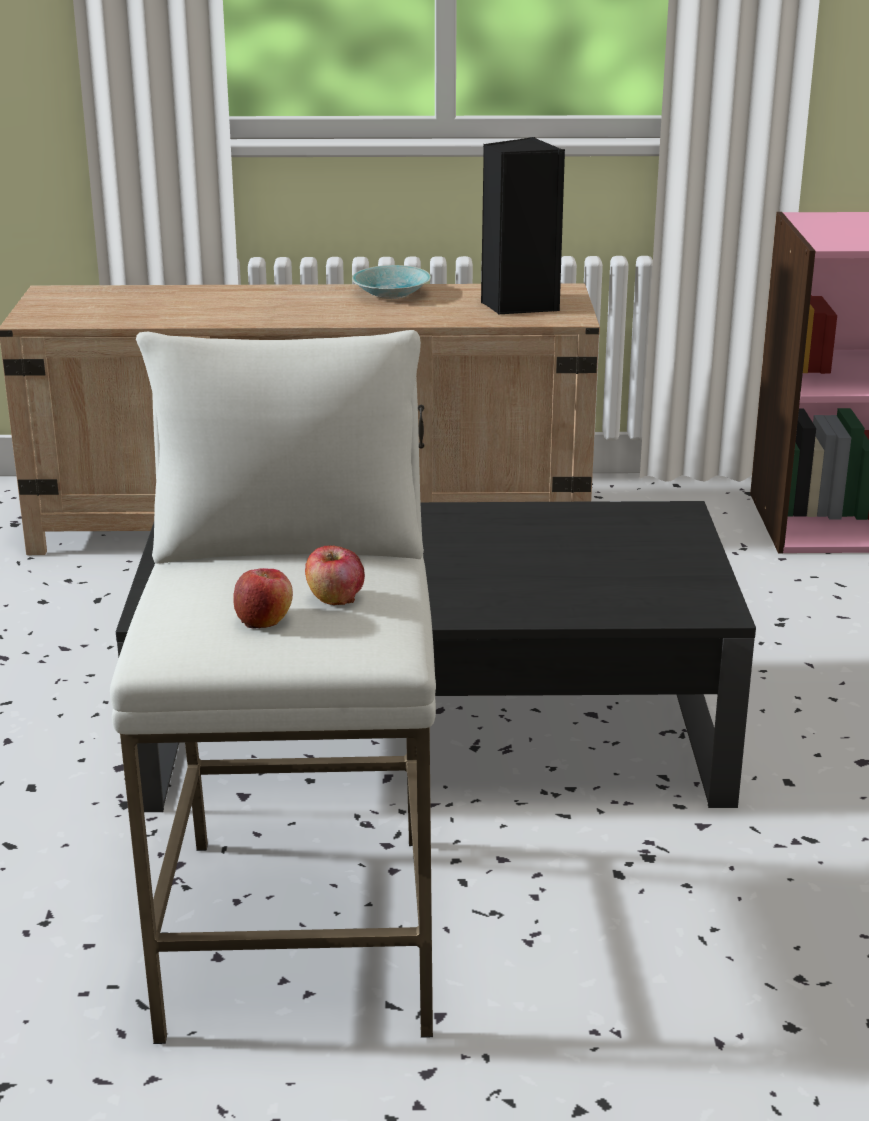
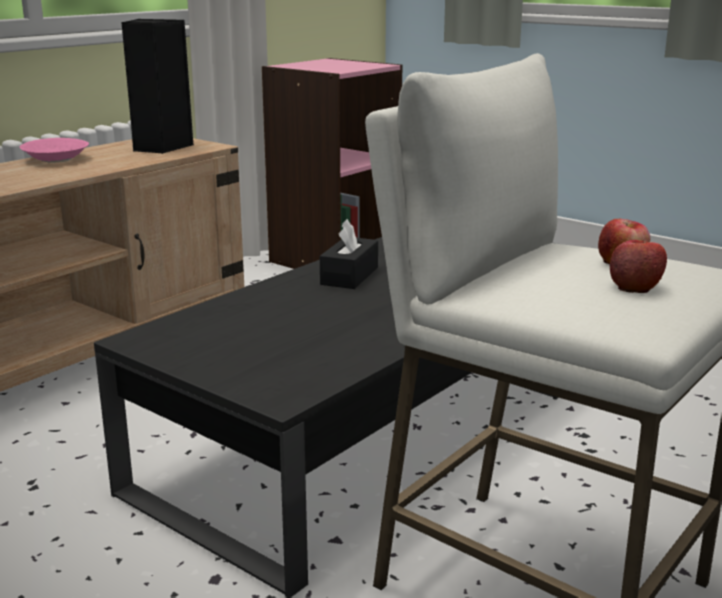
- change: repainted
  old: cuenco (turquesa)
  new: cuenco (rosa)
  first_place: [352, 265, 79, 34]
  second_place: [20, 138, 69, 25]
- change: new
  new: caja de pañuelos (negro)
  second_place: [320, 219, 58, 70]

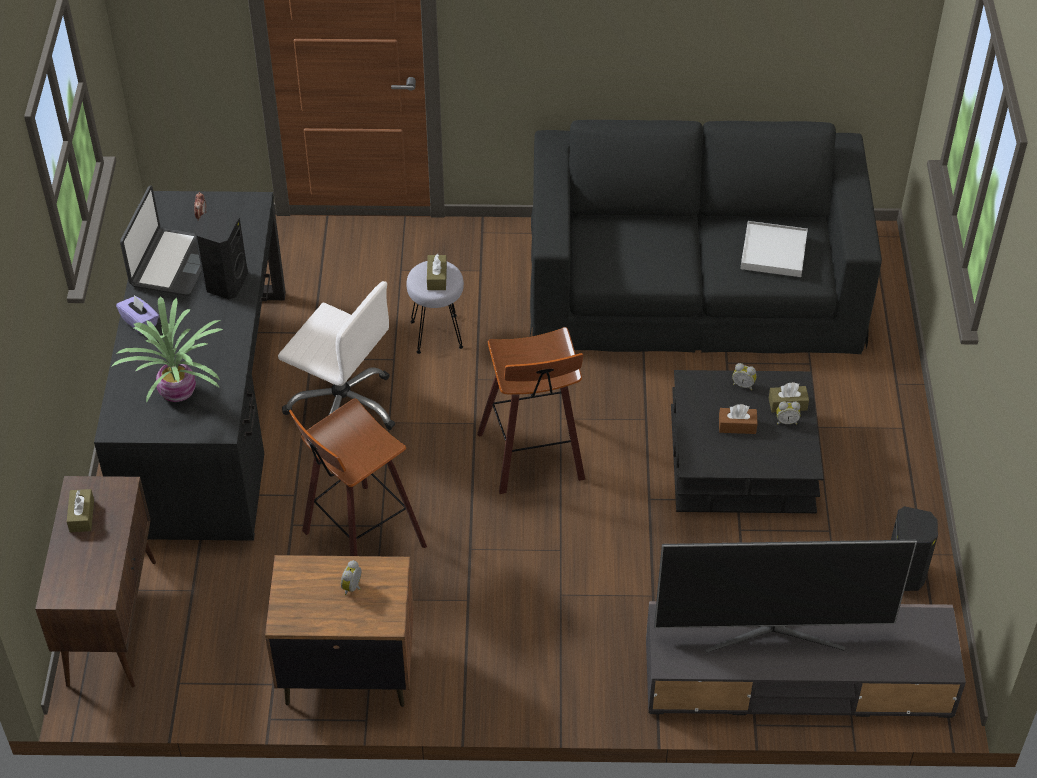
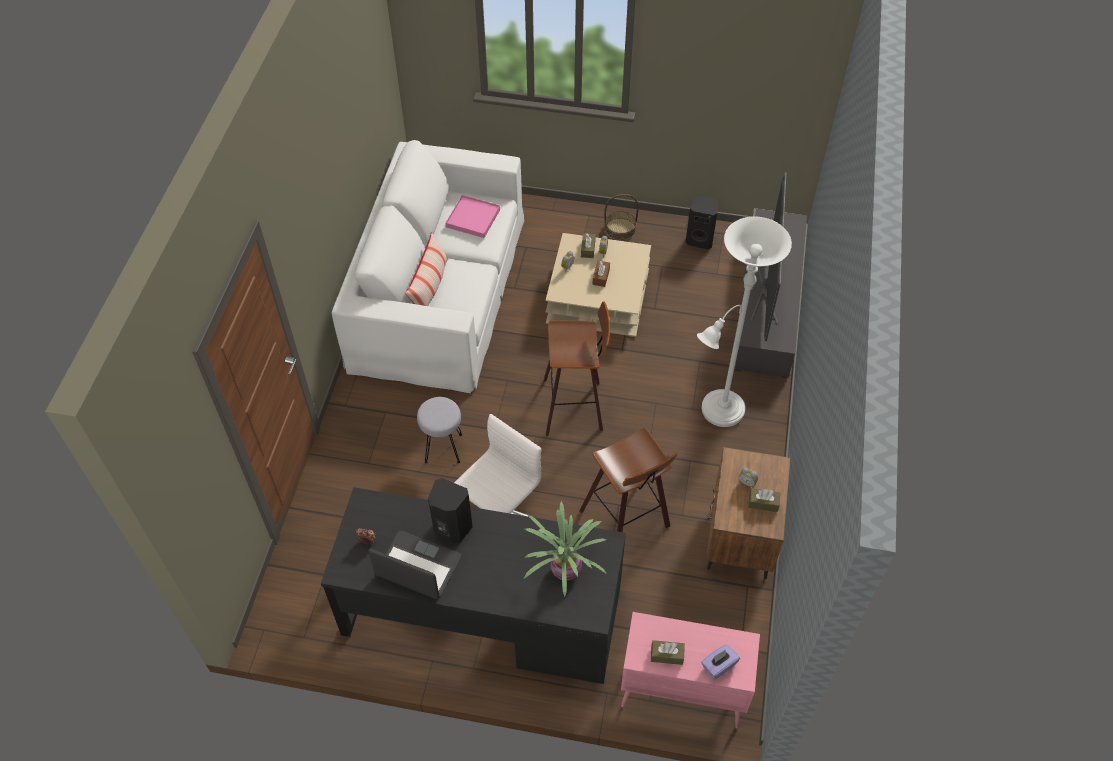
- change: repainted
  old: armario (marrón)
  new: armario (rosa)
  first_place: [35, 476, 121, 211]
  second_place: [621, 612, 139, 116]
- change: shifted
  old: caja de pañuelos (morado)
  first_place: [116, 295, 43, 39]
  second_place: [701, 644, 39, 36]
- change: shifted
  old: caja de pañuelos (marrón)
  first_place: [427, 253, 20, 37]
  second_place: [748, 488, 32, 24]
- change: repainted
  old: sofá (negro)
  new: sofá (blanco)
  first_place: [530, 120, 352, 234]
  second_place: [332, 140, 192, 253]
- change: repainted
  old: mesa de centro (negro)
  new: mesa de centro (beis)
  first_place: [671, 370, 152, 143]
  second_place: [545, 233, 106, 104]
- change: repainted
  old: bandeja (blanco)
  new: bandeja (rosa)
  first_place: [740, 221, 68, 56]
  second_place: [446, 195, 54, 43]
- change: new
  new: cojín
  second_place: [405, 232, 43, 74]
- change: new
  new: cesta
  second_place: [604, 194, 35, 47]
- change: new
  new: lámpara de pie (blanco)
  second_place: [697, 217, 95, 210]

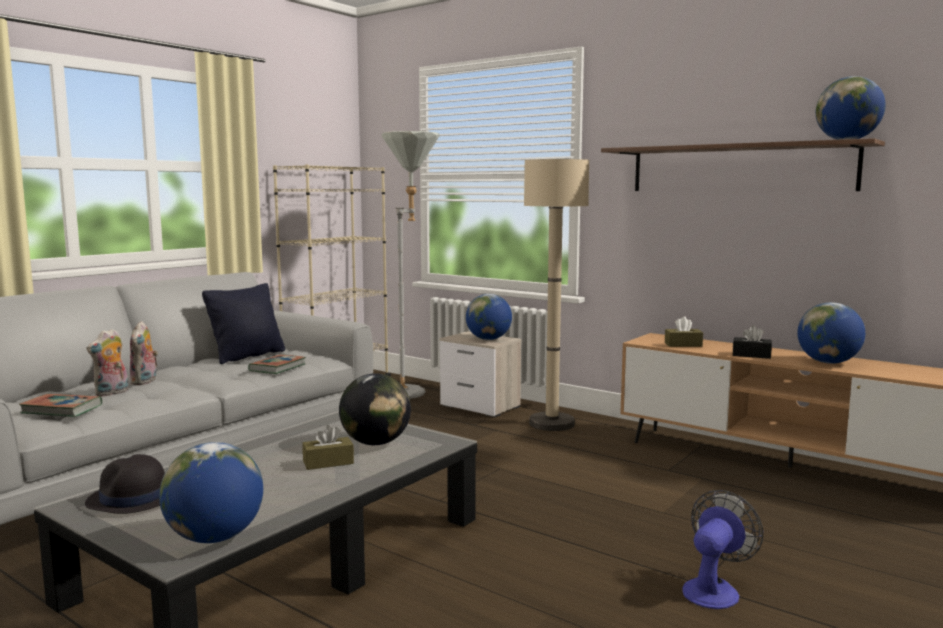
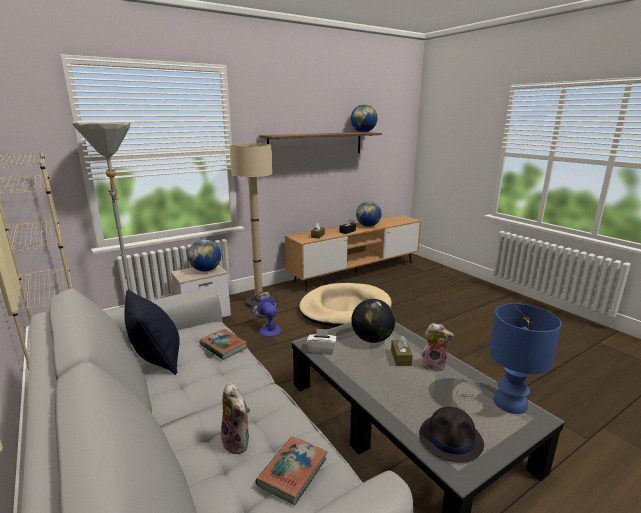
- change: shifted
  old: peluche
  first_place: [130, 321, 28, 64]
  second_place: [420, 323, 34, 49]
- change: swapped
  old: globo terráqueo
  new: lámpara de mesa (azul)
  first_place: [159, 442, 104, 101]
  second_place: [489, 303, 73, 111]
- change: shifted
  old: ventilador
  first_place: [682, 490, 81, 119]
  second_place: [250, 291, 31, 46]
- change: new
  new: cama para perro (beis)
  second_place: [299, 283, 93, 44]
- change: new
  new: caja de pañuelos (blanco)
  second_place: [307, 328, 30, 26]

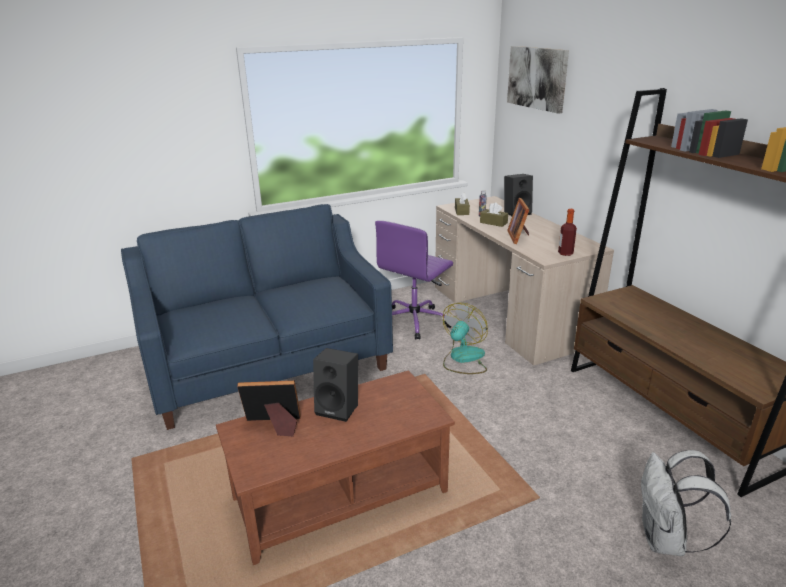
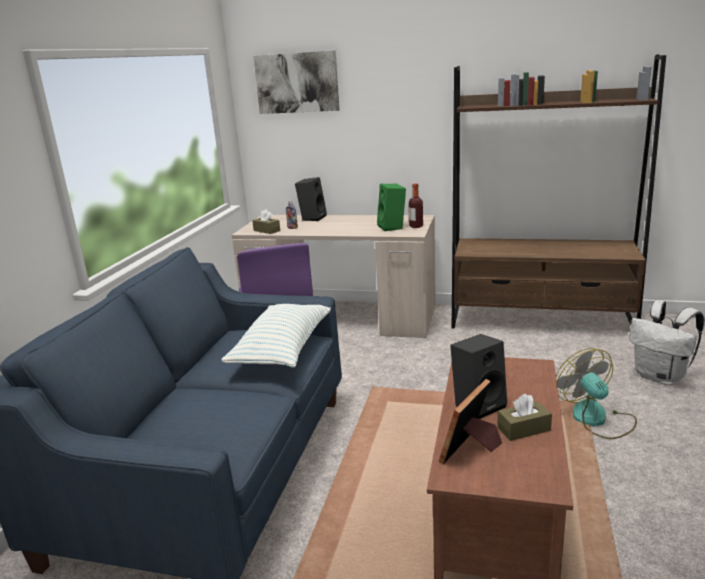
- change: shifted
  old: ventilador
  first_place: [443, 303, 45, 71]
  second_place: [556, 348, 81, 91]
- change: shifted
  old: caja de pañuelos (marrón)
  first_place: [480, 202, 28, 25]
  second_place: [497, 394, 55, 47]
- change: gone
  old: portarretratos
  first_place: [507, 198, 22, 46]
- change: new
  new: cojín
  second_place: [221, 304, 110, 64]
- change: new
  new: altavoz (verde)
  second_place: [377, 184, 29, 47]

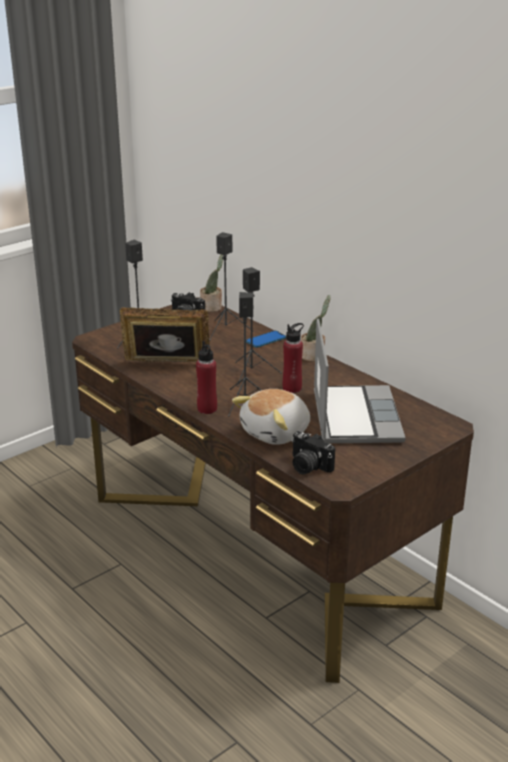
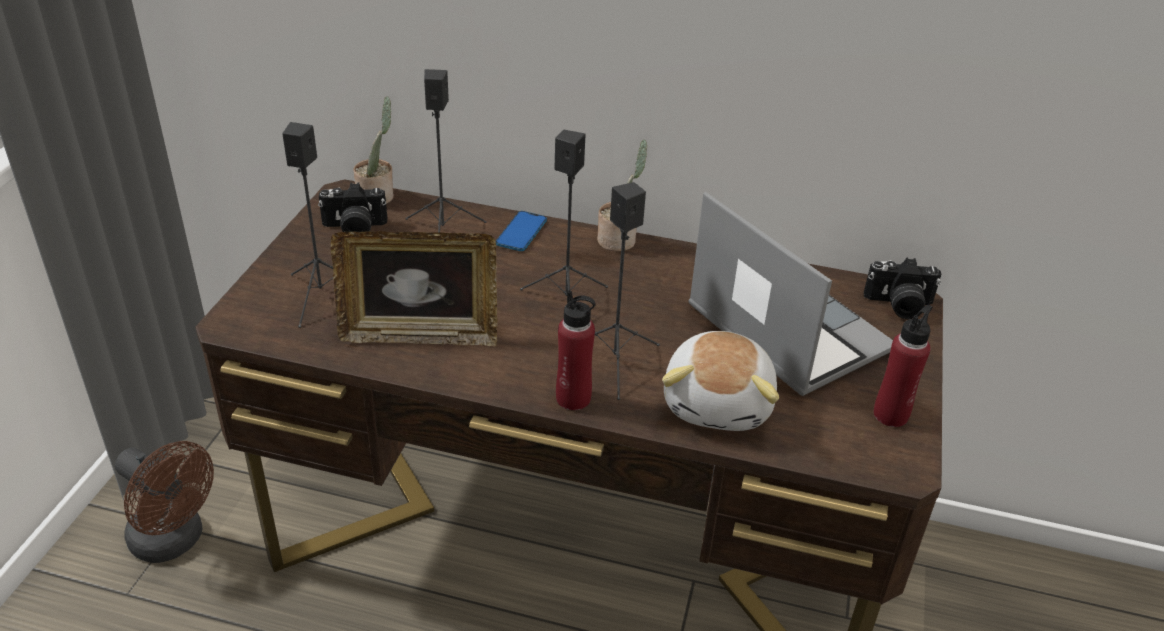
- change: rotated
  old: portarretratos
  first_place: [120, 307, 89, 55]
  second_place: [330, 231, 168, 116]
  degrees: -150
- change: shifted
  old: botella (rojo)
  first_place: [283, 323, 21, 70]
  second_place: [873, 304, 60, 123]
- change: shifted
  old: cámara
  first_place: [291, 431, 44, 44]
  second_place: [864, 258, 77, 61]
- change: new
  new: ventilador (marrón)
  second_place: [115, 441, 99, 122]

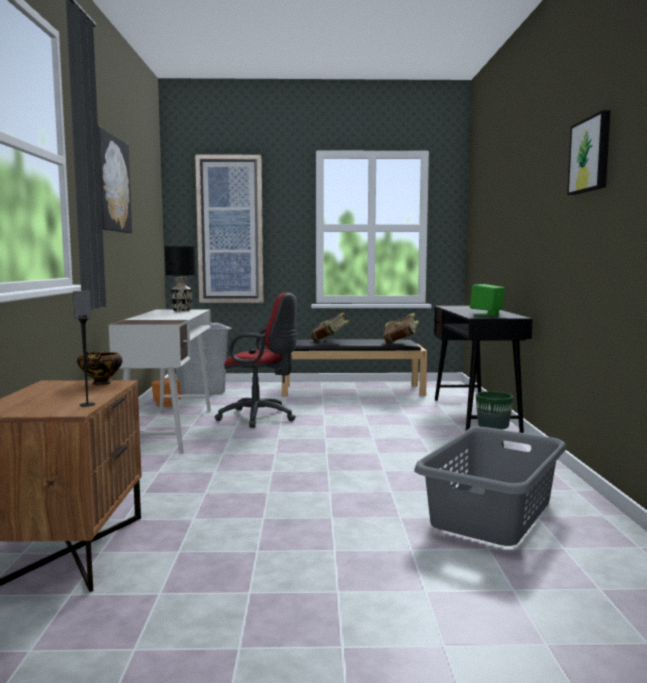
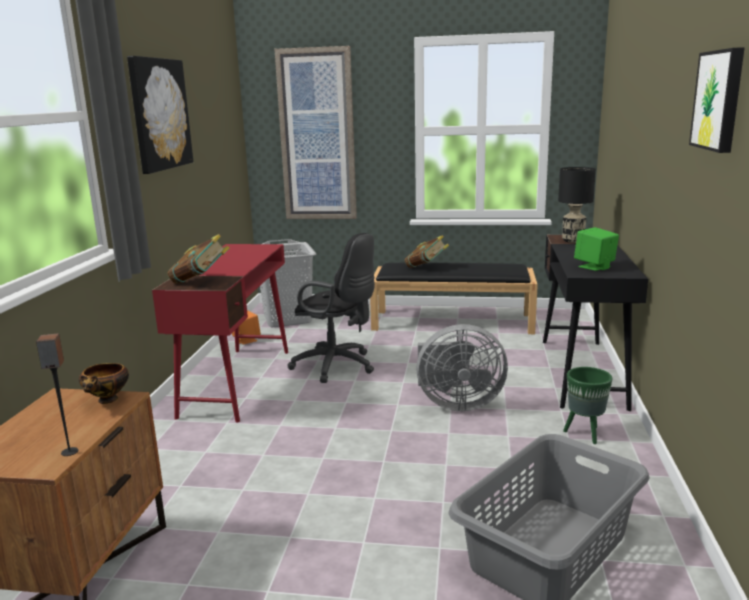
- change: repainted
  old: escritorio (blanco)
  new: escritorio (rojo)
  first_place: [109, 309, 102, 144]
  second_place: [152, 244, 136, 178]
- change: shifted
  old: lámpara de mesa (negro)
  first_place: [165, 246, 31, 66]
  second_place: [558, 167, 38, 76]
- change: repainted
  old: silla de oficina (rojo)
  new: silla de oficina (negro)
  first_place: [215, 292, 82, 136]
  second_place: [288, 233, 87, 150]
- change: shifted
  old: libro
  first_place: [383, 313, 36, 31]
  second_place: [168, 234, 62, 50]
- change: new
  new: ventilador (gris)
  second_place: [416, 324, 92, 87]

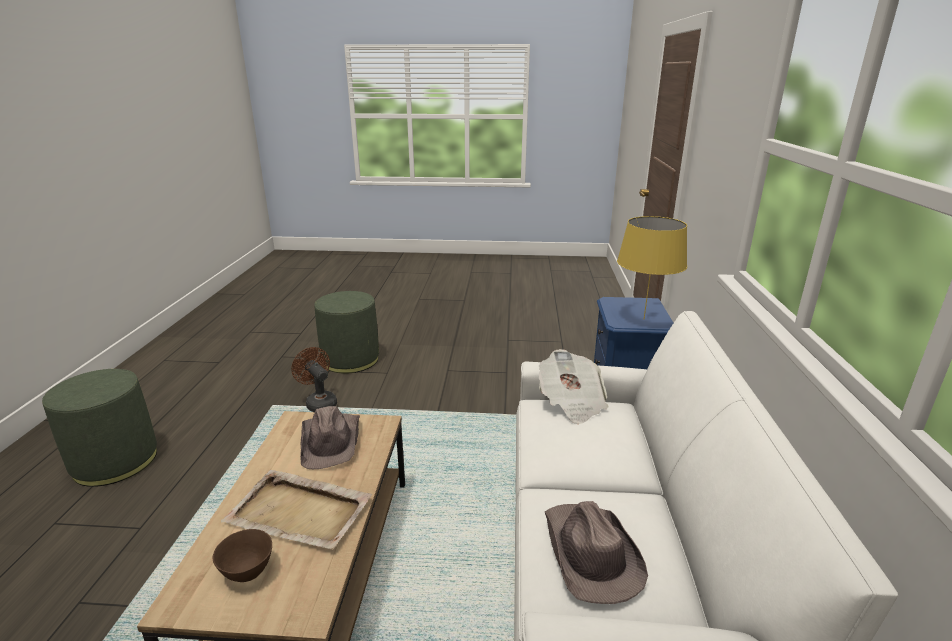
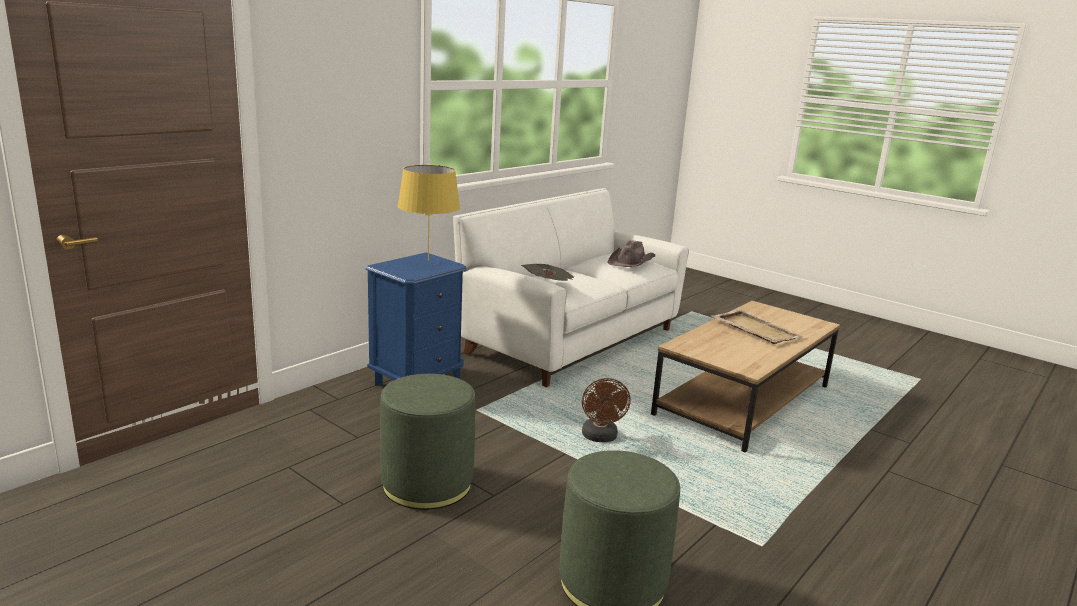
- change: shifted
  old: puf (verde)
  first_place: [42, 369, 115, 118]
  second_place: [380, 374, 95, 136]
- change: gone
  old: cuenco (marrón)
  first_place: [213, 529, 59, 53]
- change: shifted
  old: ventilador (marrón)
  first_place: [291, 347, 46, 65]
  second_place: [582, 378, 48, 64]
- change: gone
  old: sombrero (marrón)
  first_place: [300, 406, 60, 63]

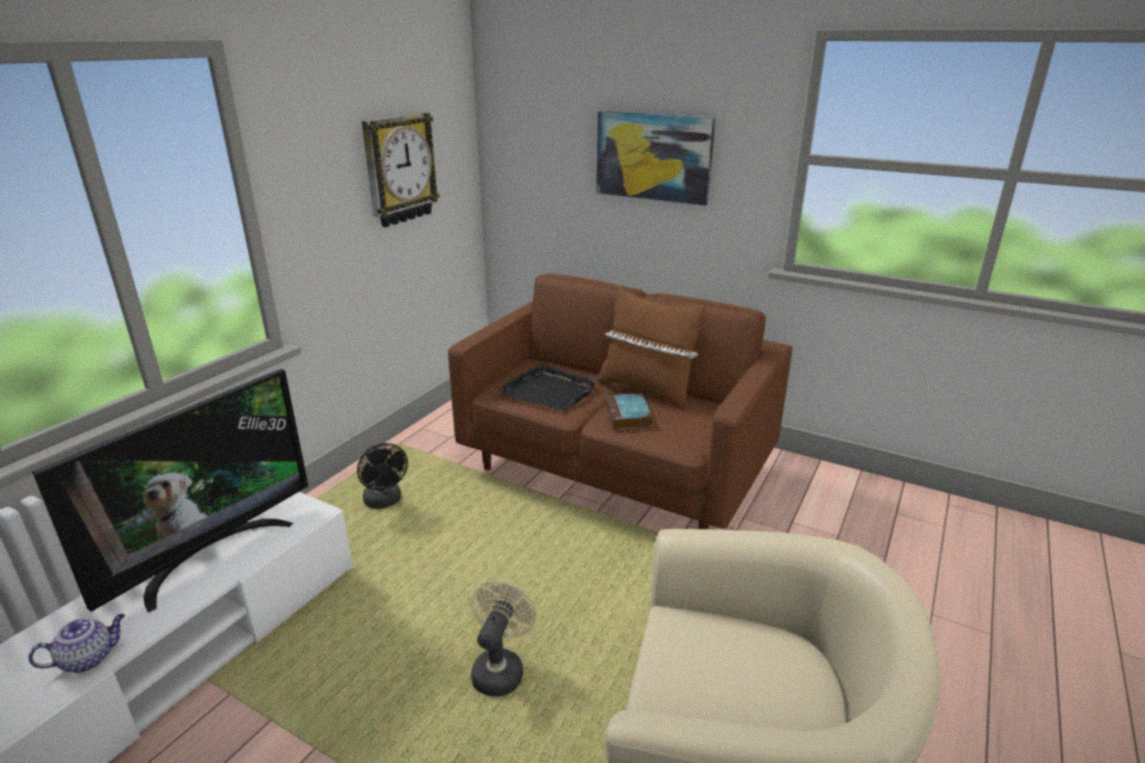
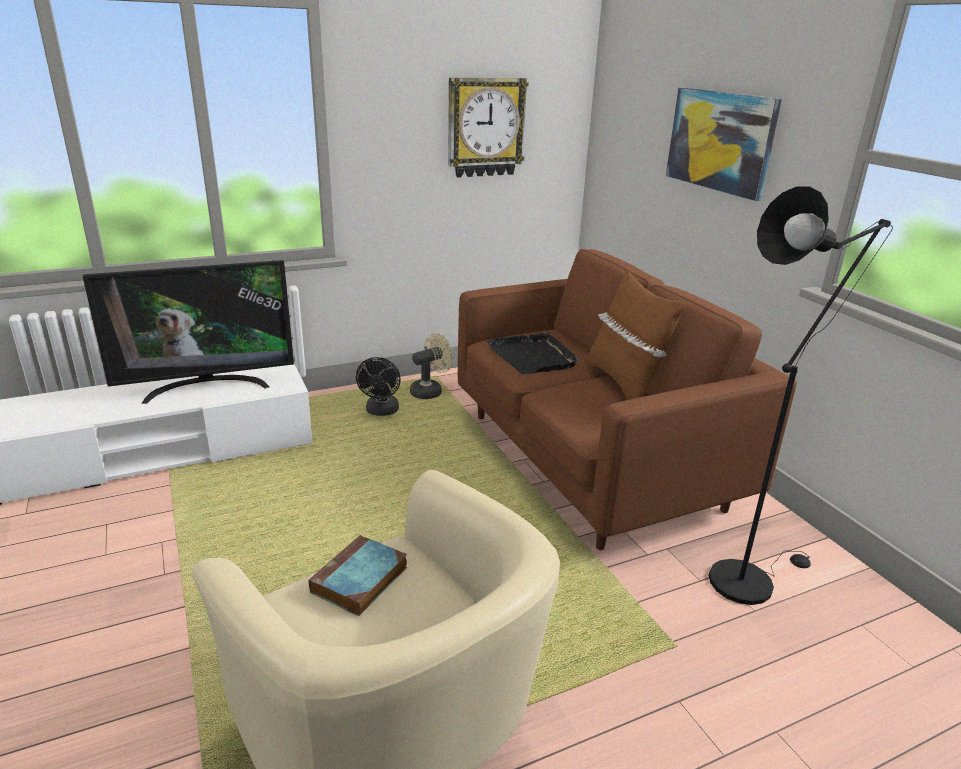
- change: gone
  old: tetera
  first_place: [28, 614, 97, 59]
- change: shifted
  old: ventilador (beis)
  first_place: [471, 580, 65, 117]
  second_place: [410, 333, 43, 66]
- change: shifted
  old: libro
  first_place: [605, 393, 48, 36]
  second_place: [309, 535, 98, 81]
- change: new
  new: lámpara de pie (negro)
  second_place: [709, 186, 184, 419]

